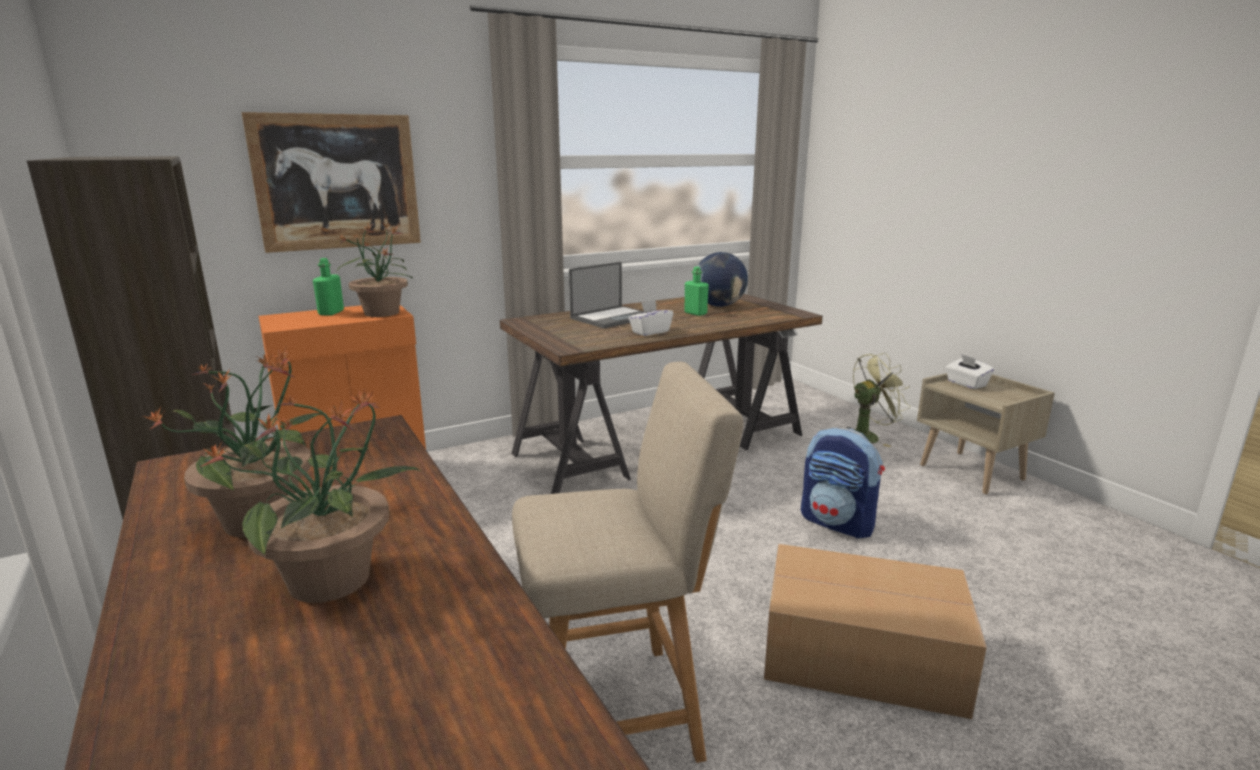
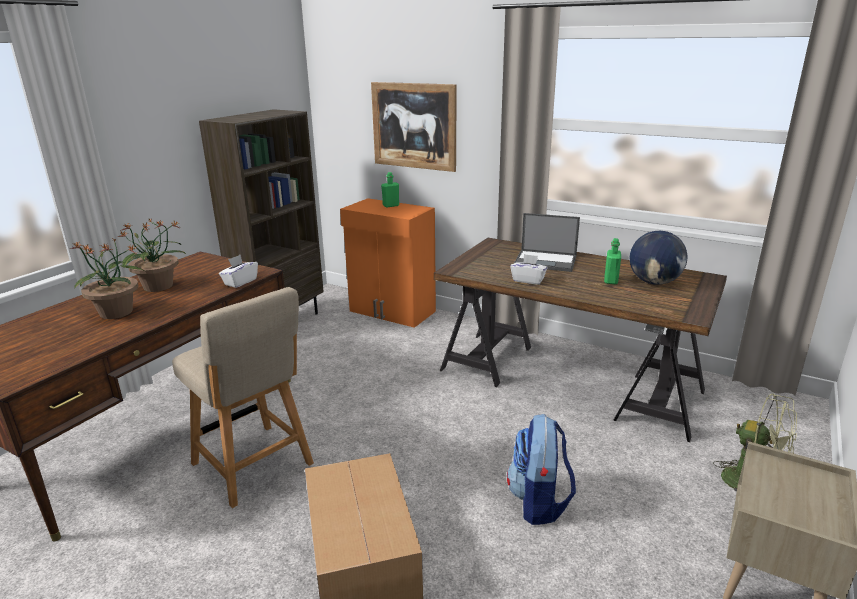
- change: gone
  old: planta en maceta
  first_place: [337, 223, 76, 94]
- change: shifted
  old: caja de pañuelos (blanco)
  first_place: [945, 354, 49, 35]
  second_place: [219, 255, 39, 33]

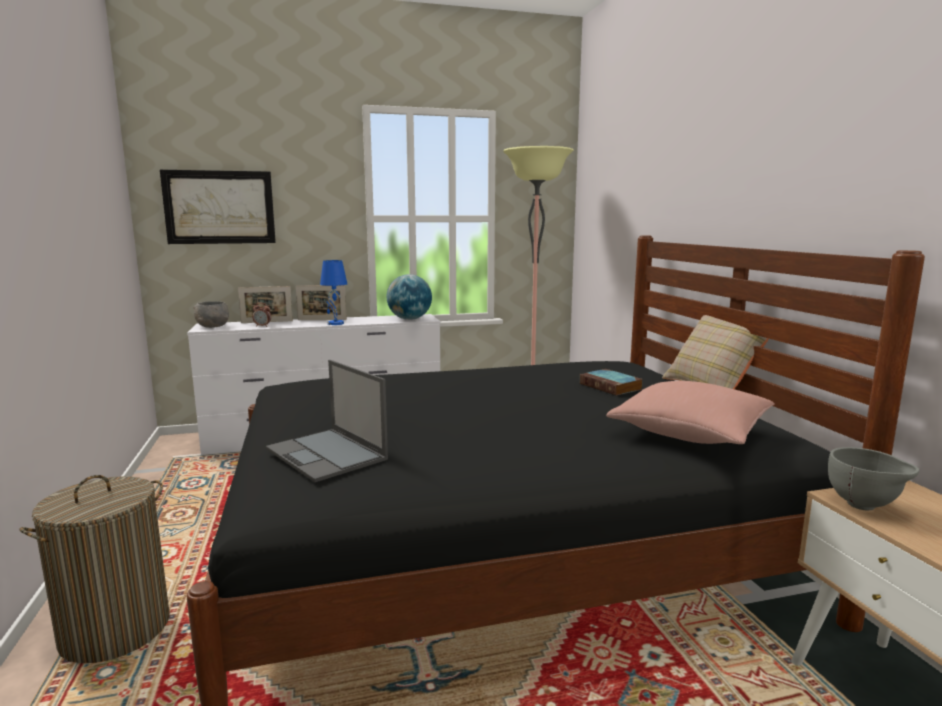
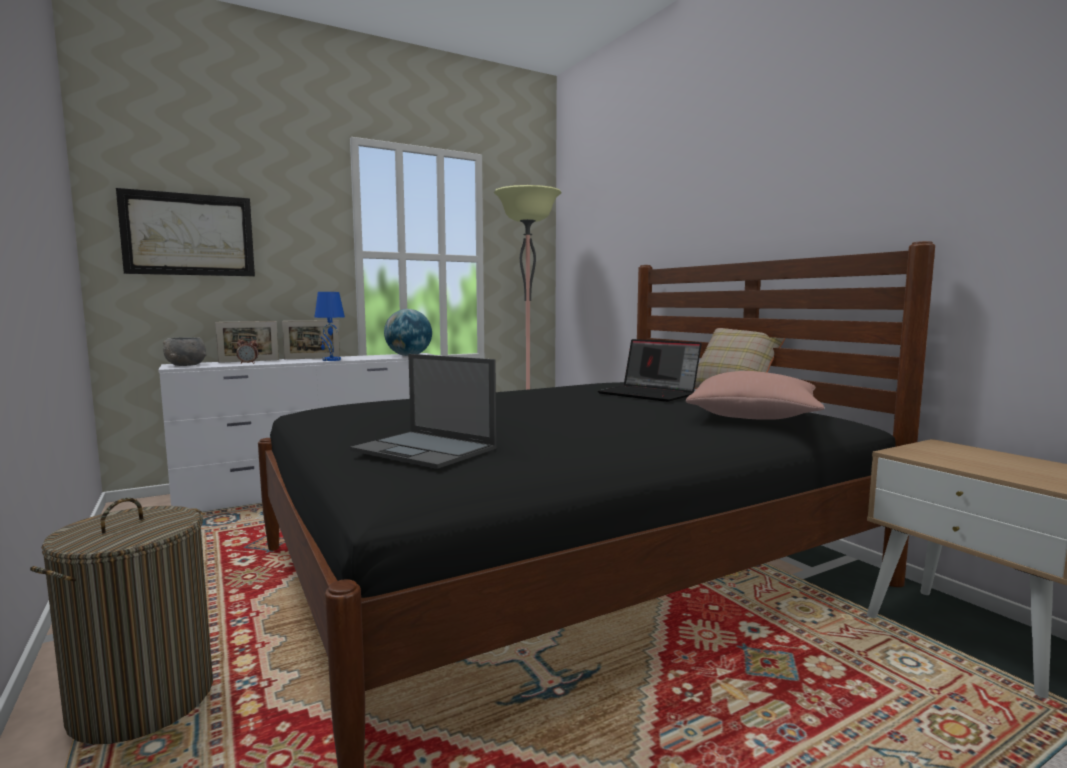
- change: swapped
  old: libro
  new: portátil
  first_place: [580, 369, 62, 27]
  second_place: [598, 339, 104, 63]
- change: gone
  old: cuenco (gris)
  first_place: [828, 447, 91, 64]

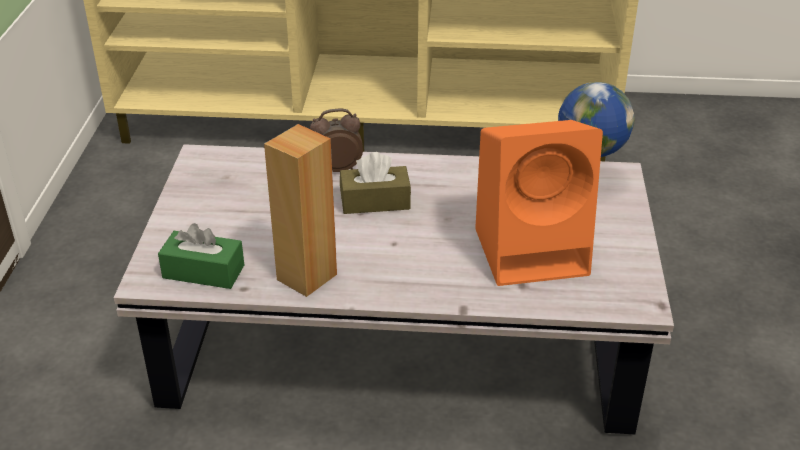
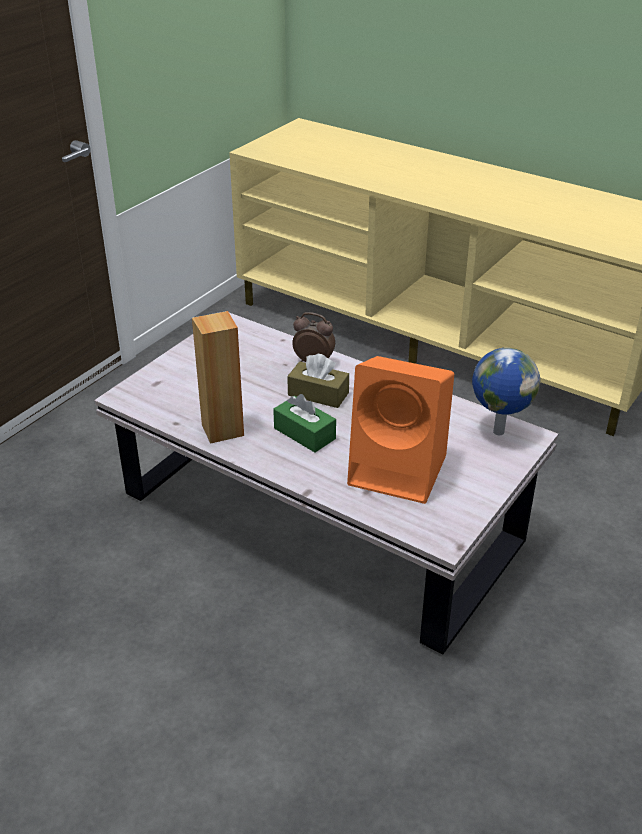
- change: shifted
  old: caja de pañuelos (verde)
  first_place: [158, 223, 86, 66]
  second_place: [273, 394, 63, 58]

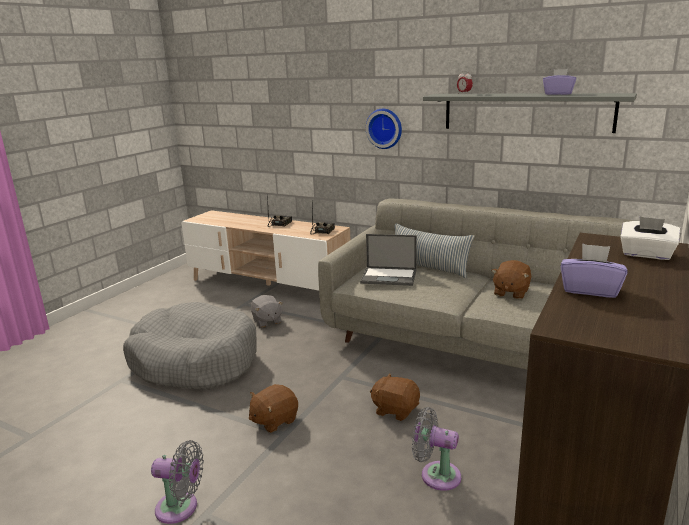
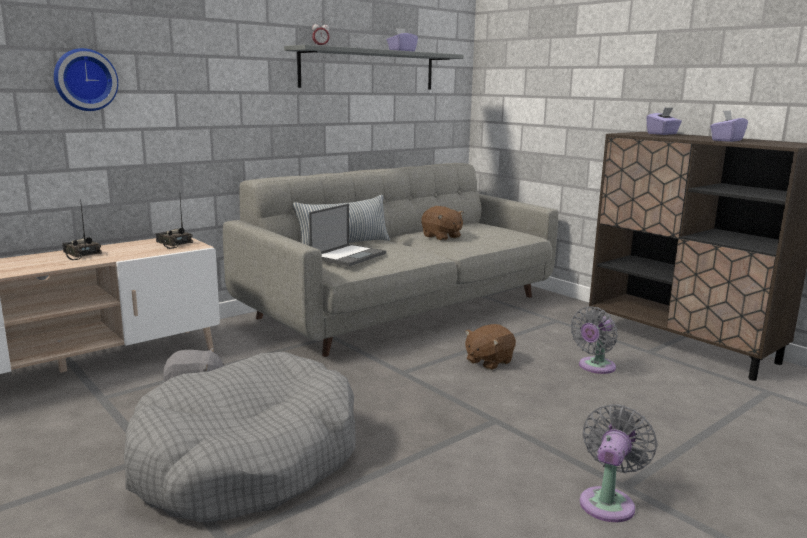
- change: gone
  old: peluche (marrón)
  first_place: [249, 384, 49, 49]
- change: shifted
  old: reloj de pared
  first_place: [366, 109, 36, 40]
  second_place: [54, 48, 64, 63]
- change: repainted
  old: caja de pañuelos (blanco)
  new: caja de pañuelos (morado)
  first_place: [620, 216, 60, 44]
  second_place: [646, 107, 36, 28]

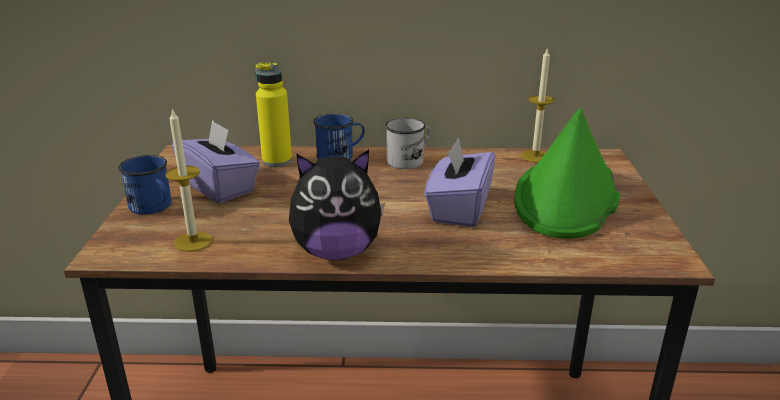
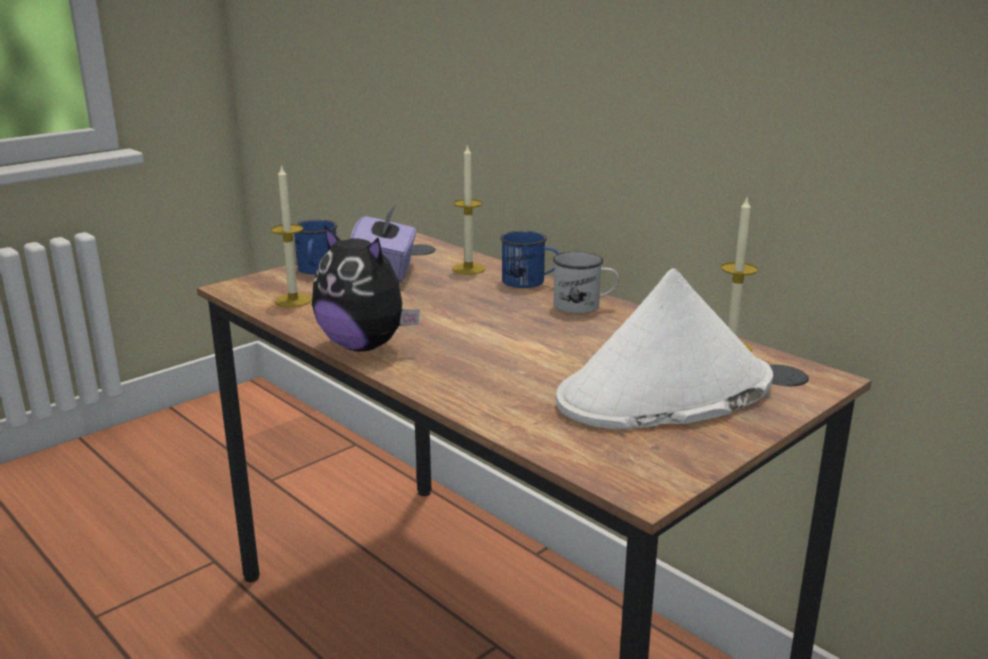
- change: swapped
  old: botella (amarillo)
  new: vela
  first_place: [255, 62, 37, 105]
  second_place: [452, 144, 33, 131]
- change: gone
  old: caja de pañuelos (morado)
  first_place: [424, 137, 71, 90]
- change: repainted
  old: sombrero (verde)
  new: sombrero (blanco)
  first_place: [514, 108, 106, 131]
  second_place: [556, 268, 217, 161]

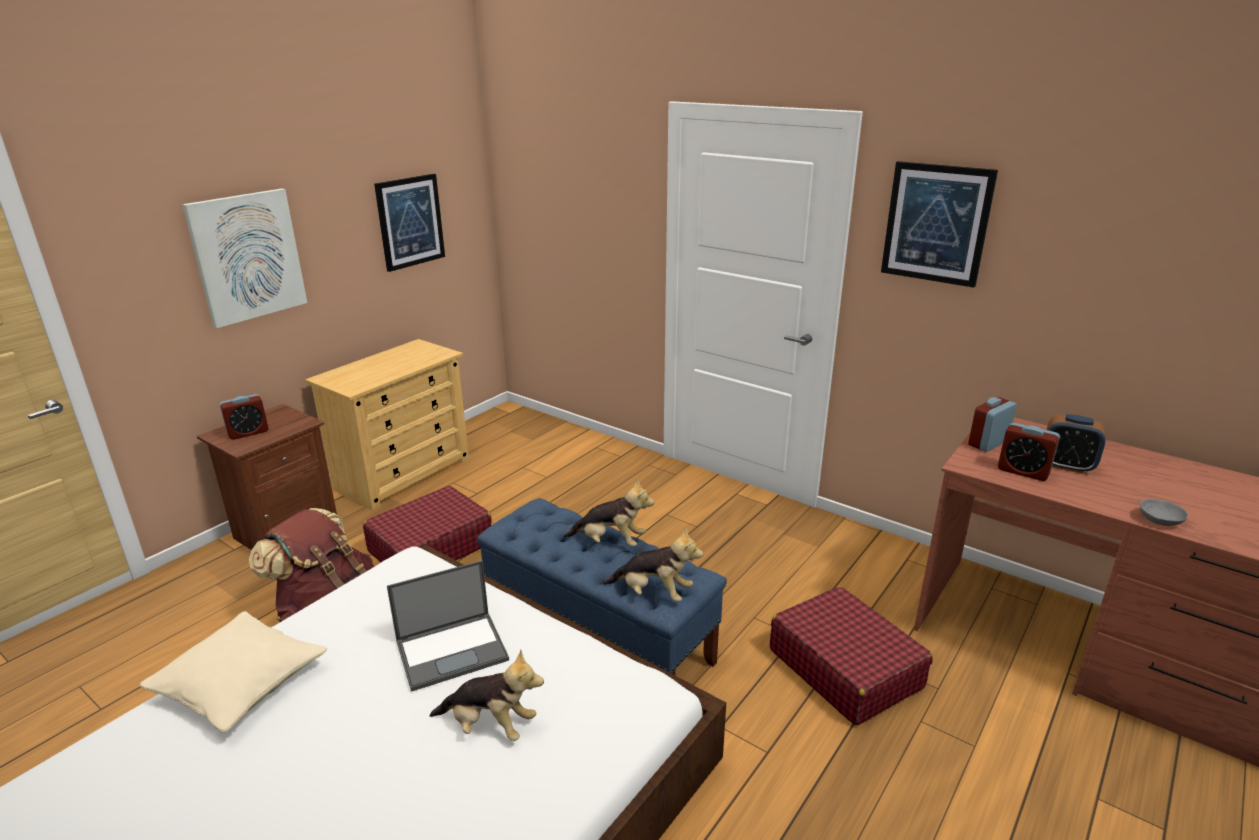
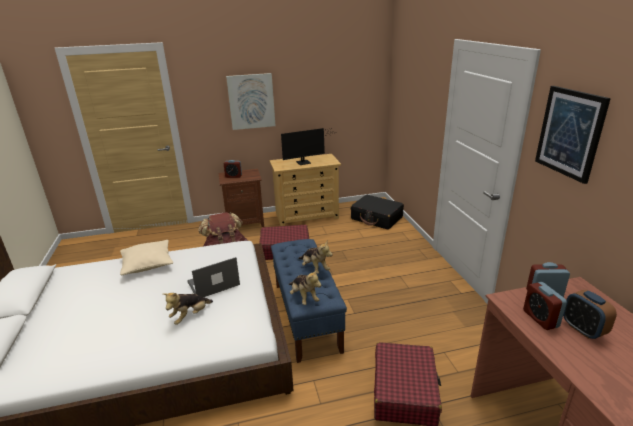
- change: gone
  old: cuadro
  first_place: [374, 174, 71, 98]
- change: rotated
  old: portátil
  first_place: [387, 560, 122, 132]
  second_place: [187, 257, 53, 40]
  degrees: 135
- change: rotated
  old: peluche
  first_place: [430, 649, 114, 92]
  second_place: [163, 293, 50, 32]
  degrees: 75
- change: gone
  old: cuenco (gris)
  first_place: [1140, 499, 48, 27]
- change: new
  new: monitor
  second_place: [281, 128, 52, 37]
- change: new
  new: maleta (negro)
  second_place: [351, 194, 53, 36]

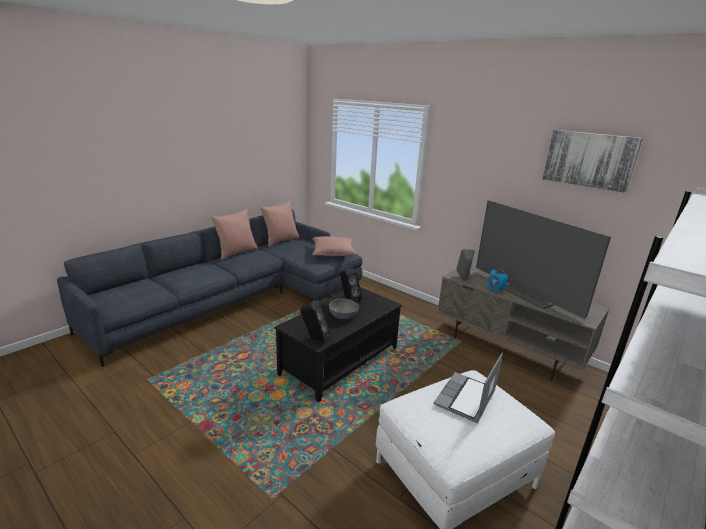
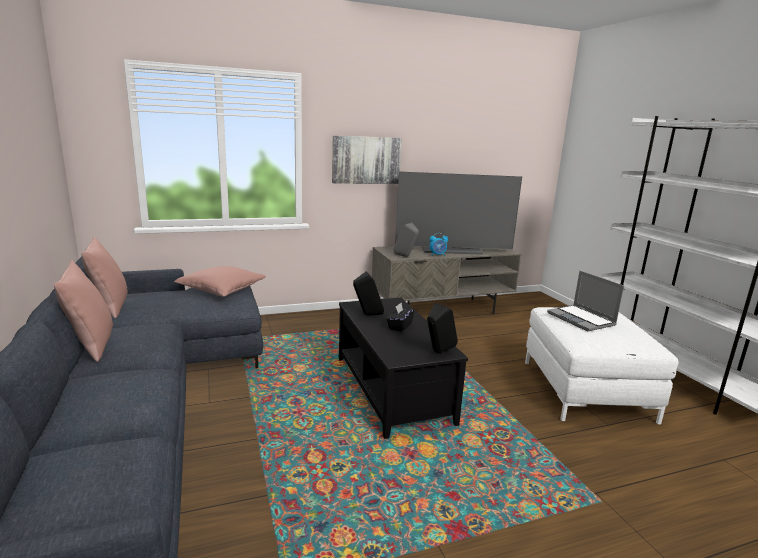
- change: swapped
  old: cuenco (gris)
  new: caja de pañuelos (negro)
  first_place: [329, 298, 30, 21]
  second_place: [387, 303, 28, 29]
- change: shifted
  old: cuadro
  first_place: [543, 130, 100, 63]
  second_place: [332, 135, 70, 49]

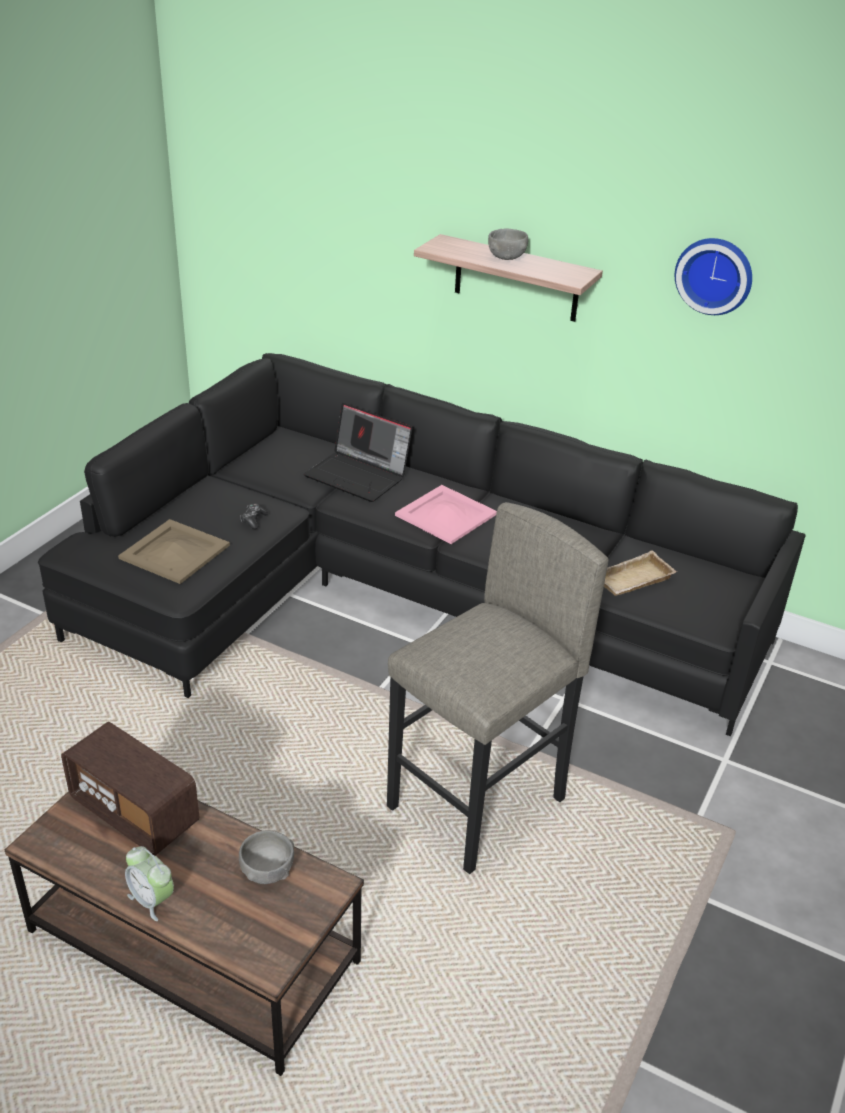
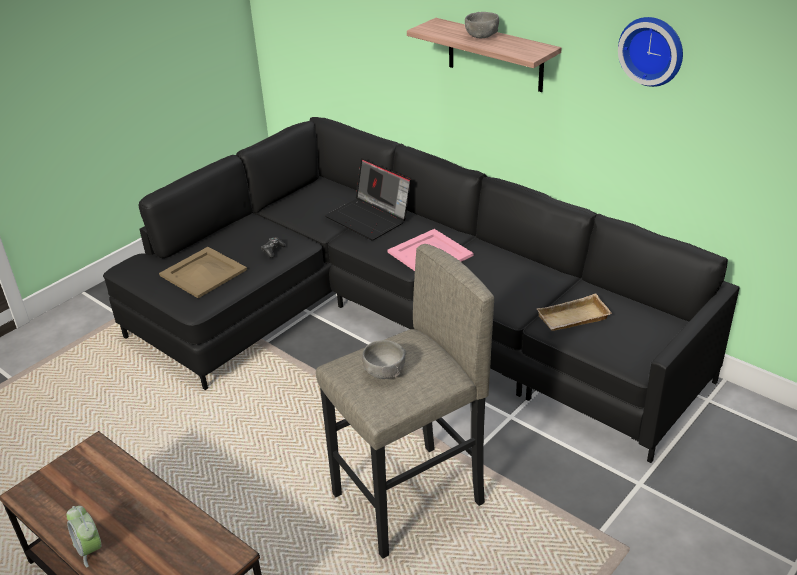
- change: gone
  old: radio
  first_place: [61, 722, 138, 133]
- change: shifted
  old: cuenco (gris)
  first_place: [239, 830, 55, 54]
  second_place: [362, 340, 44, 39]

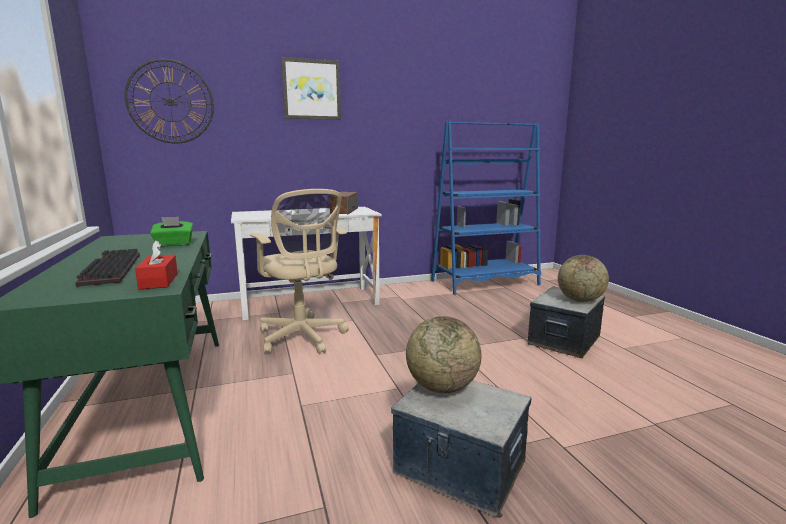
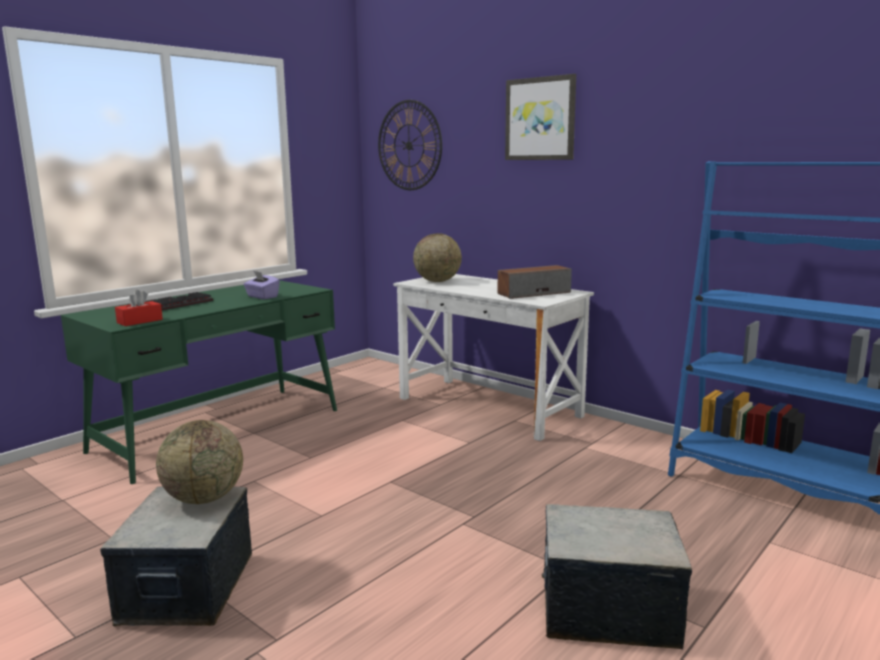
- change: repainted
  old: caja de pañuelos (verde)
  new: caja de pañuelos (morado)
  first_place: [150, 217, 43, 30]
  second_place: [243, 270, 37, 29]
- change: gone
  old: silla de oficina (beis)
  first_place: [250, 189, 99, 165]
- change: shifted
  old: globo terráqueo
  first_place: [558, 255, 51, 47]
  second_place: [413, 233, 49, 49]

